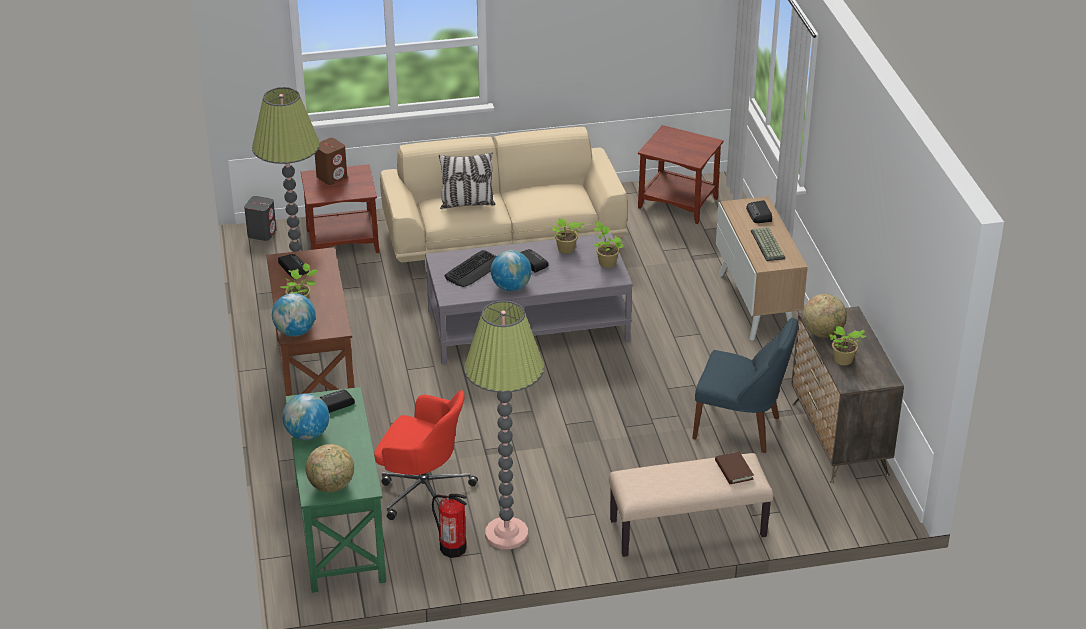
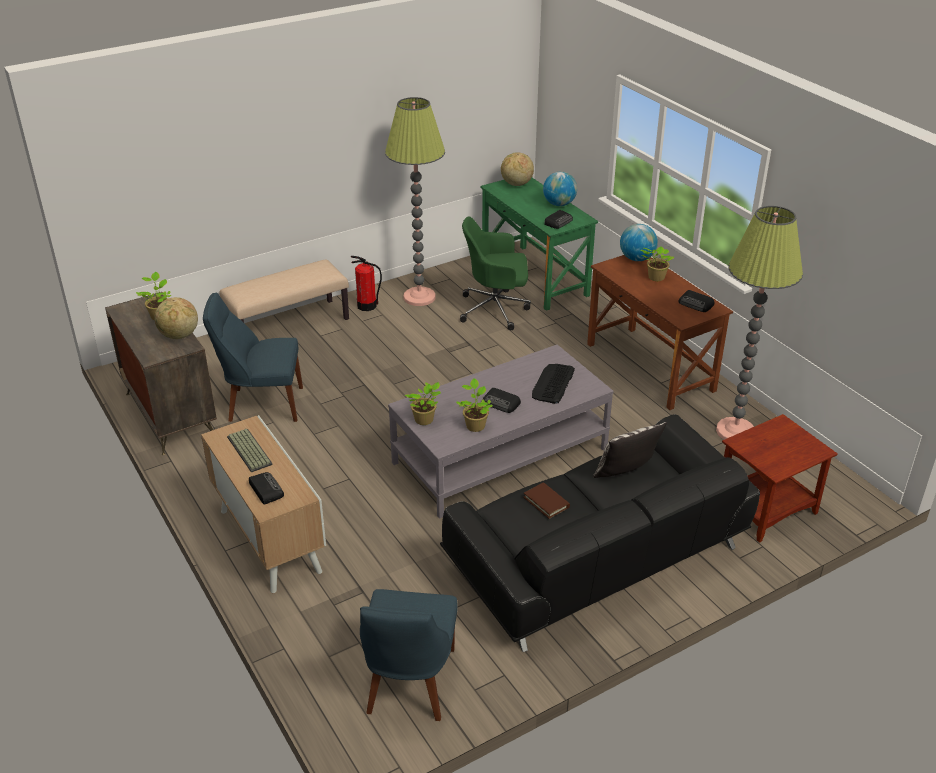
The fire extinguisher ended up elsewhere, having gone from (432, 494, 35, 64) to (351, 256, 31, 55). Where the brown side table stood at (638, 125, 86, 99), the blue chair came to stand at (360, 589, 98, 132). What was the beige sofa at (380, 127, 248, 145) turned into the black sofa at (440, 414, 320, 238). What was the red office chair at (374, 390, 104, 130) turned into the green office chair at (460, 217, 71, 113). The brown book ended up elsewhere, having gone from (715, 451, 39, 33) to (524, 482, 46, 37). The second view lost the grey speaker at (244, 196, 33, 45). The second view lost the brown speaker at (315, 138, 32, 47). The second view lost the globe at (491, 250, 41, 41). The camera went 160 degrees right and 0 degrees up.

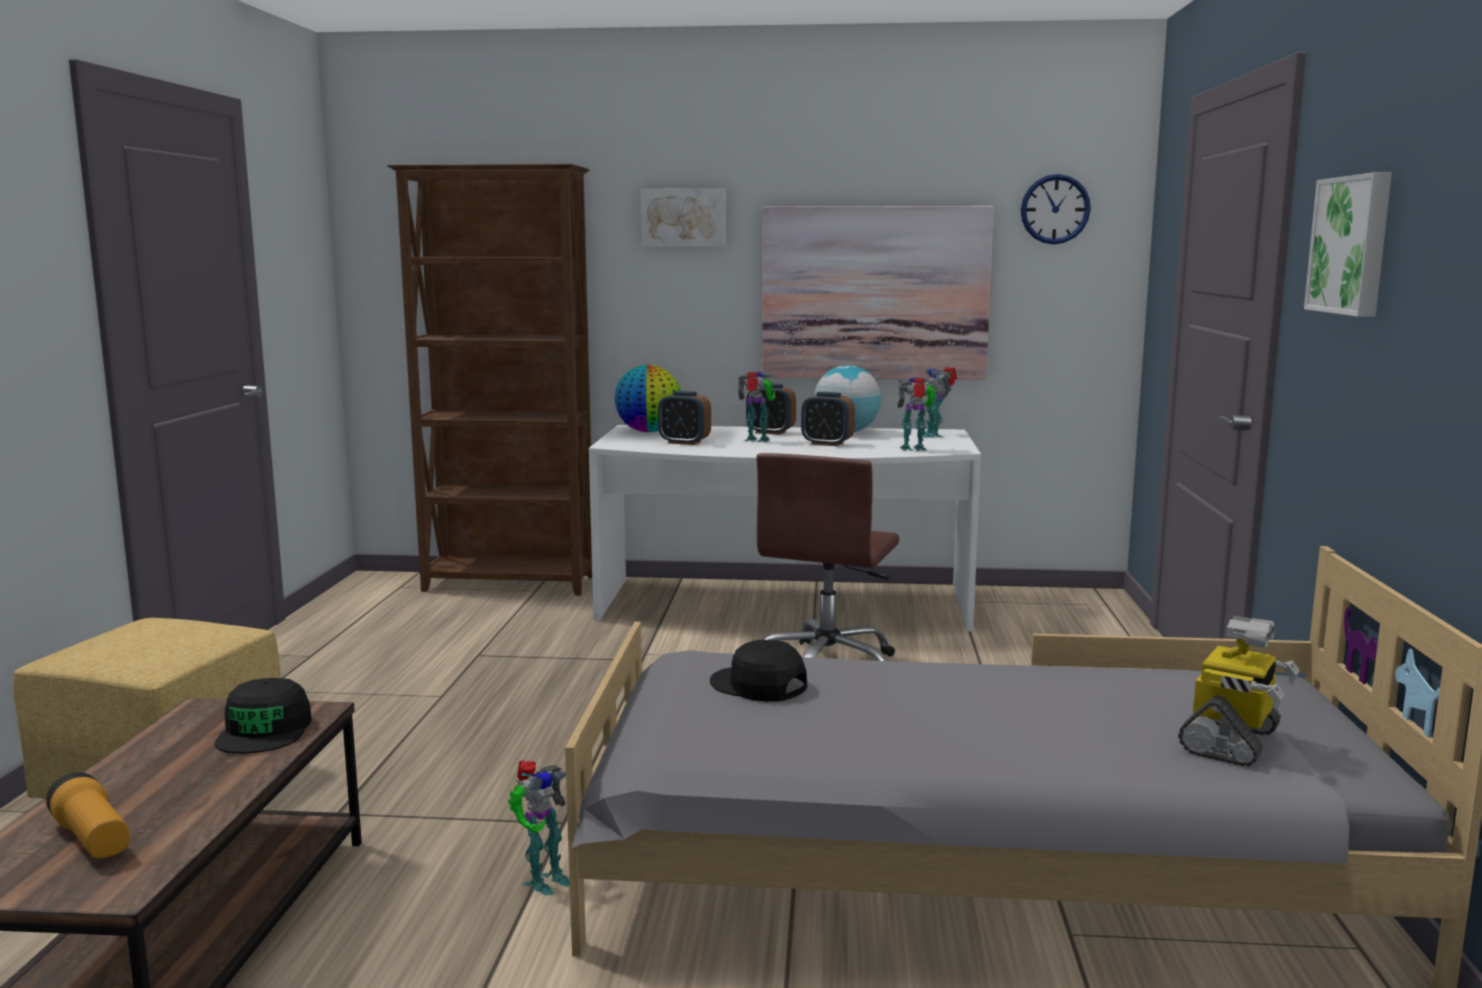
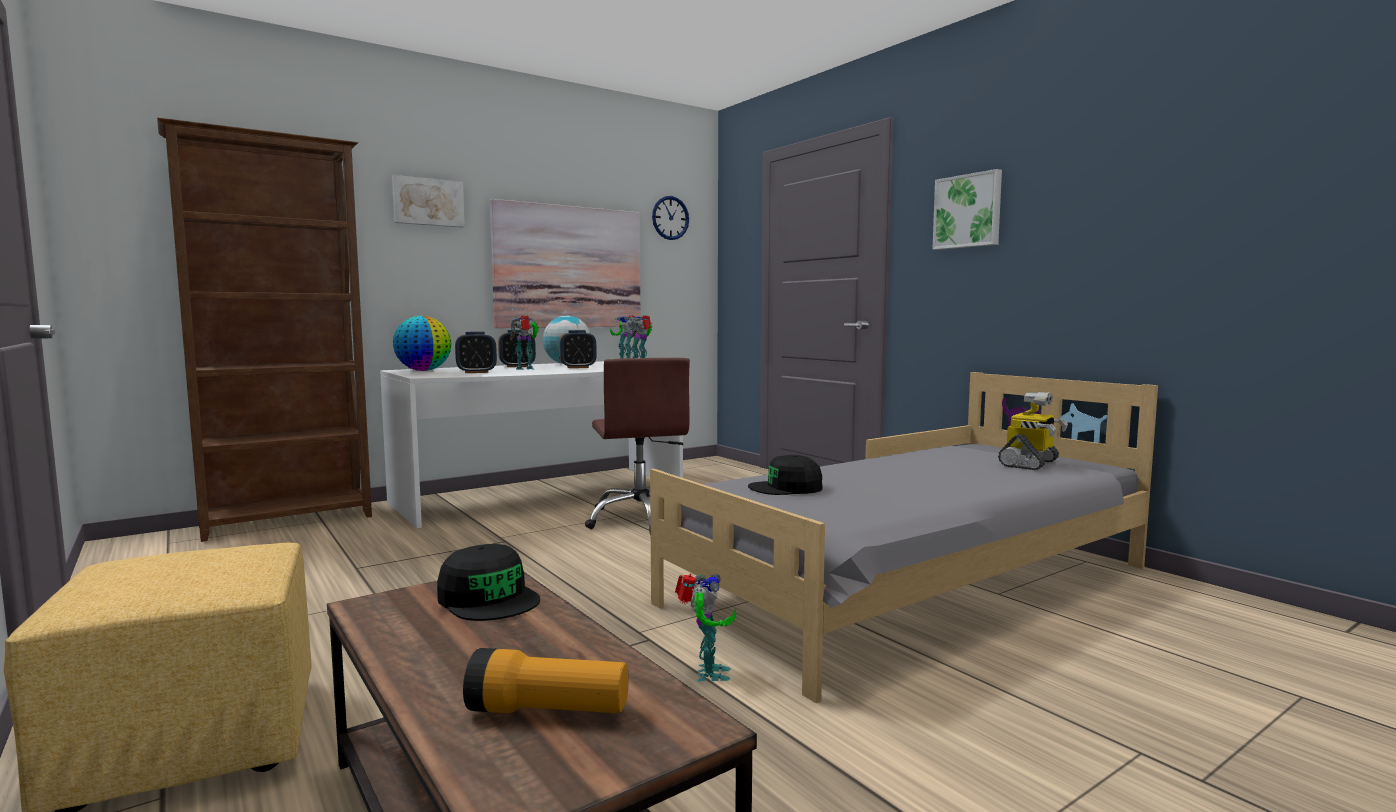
The toy robot at (1178, 615, 121, 152) ended up facing another way, 45 degrees clockwise from before. The camera went 40 degrees left and 5 degrees down.

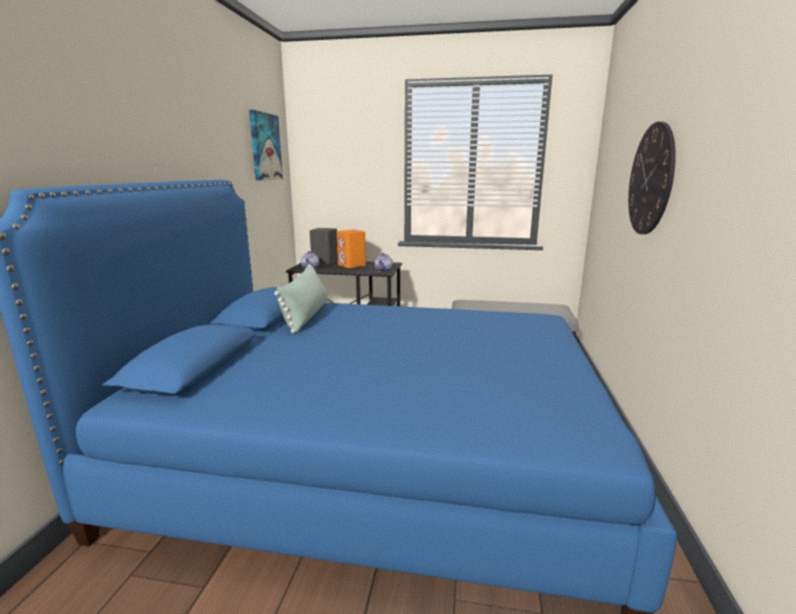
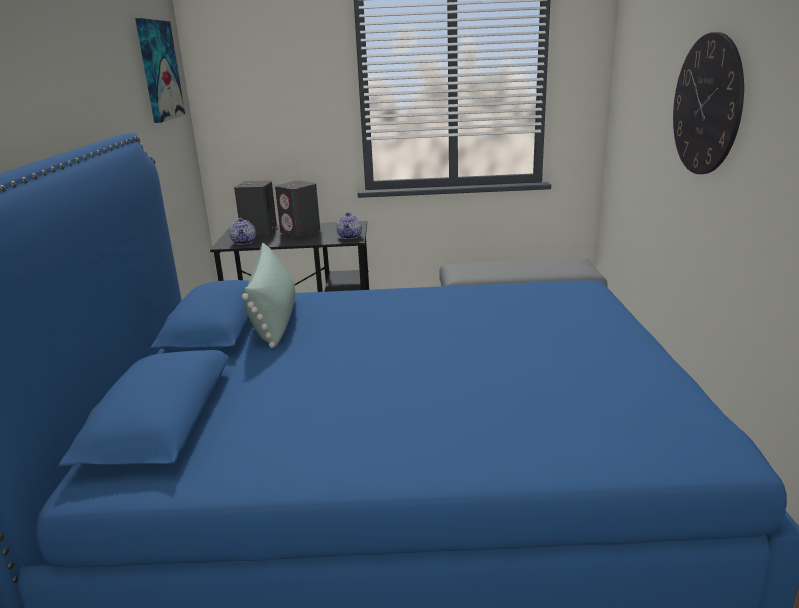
What was the orange speaker at (337, 230, 29, 38) turned into the grey speaker at (275, 181, 45, 56). The camera went 10 degrees left and 5 degrees up.

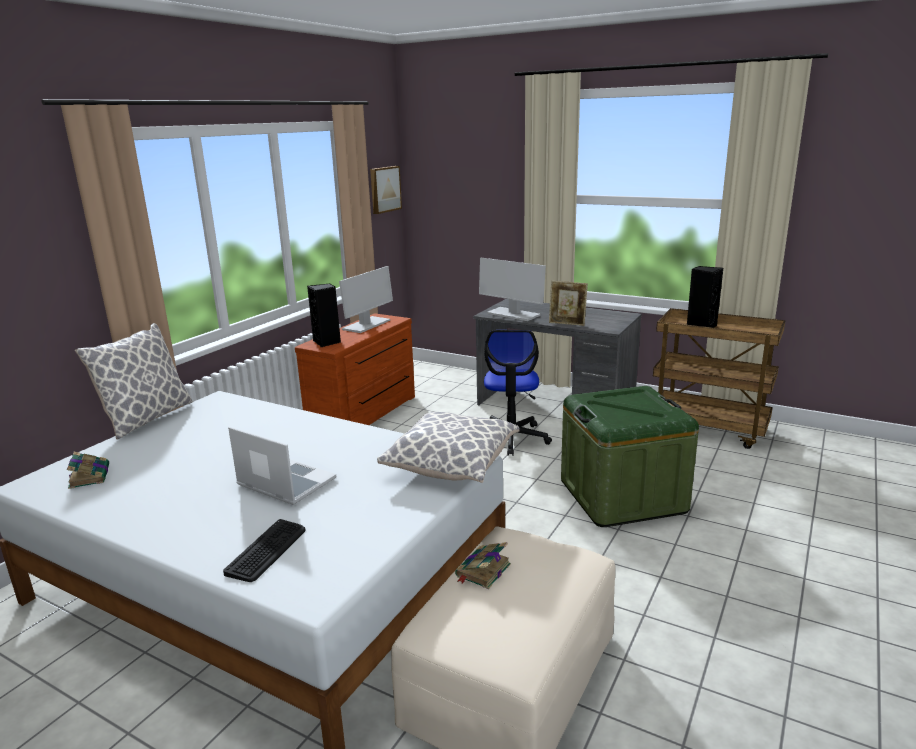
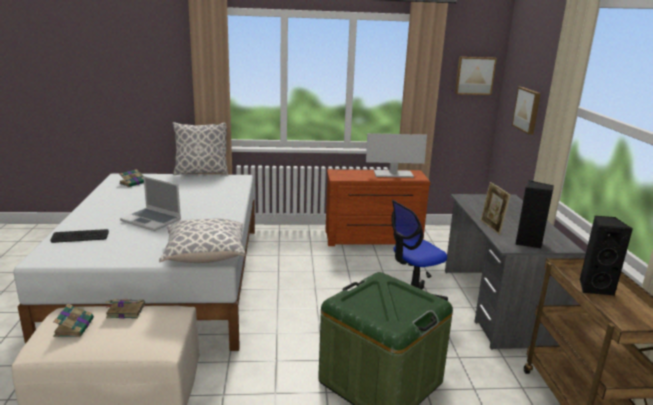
The second view gained the book at (53, 304, 41, 33). The laptop at (228, 427, 108, 78) ended up facing another way, 120 degrees clockwise from before. The second view gained the picture at (512, 87, 29, 48). The black speaker ended up elsewhere, having gone from (307, 283, 34, 64) to (515, 180, 39, 68). The second view lost the monitor at (479, 258, 67, 63). The camera went 55 degrees right and 0 degrees up.

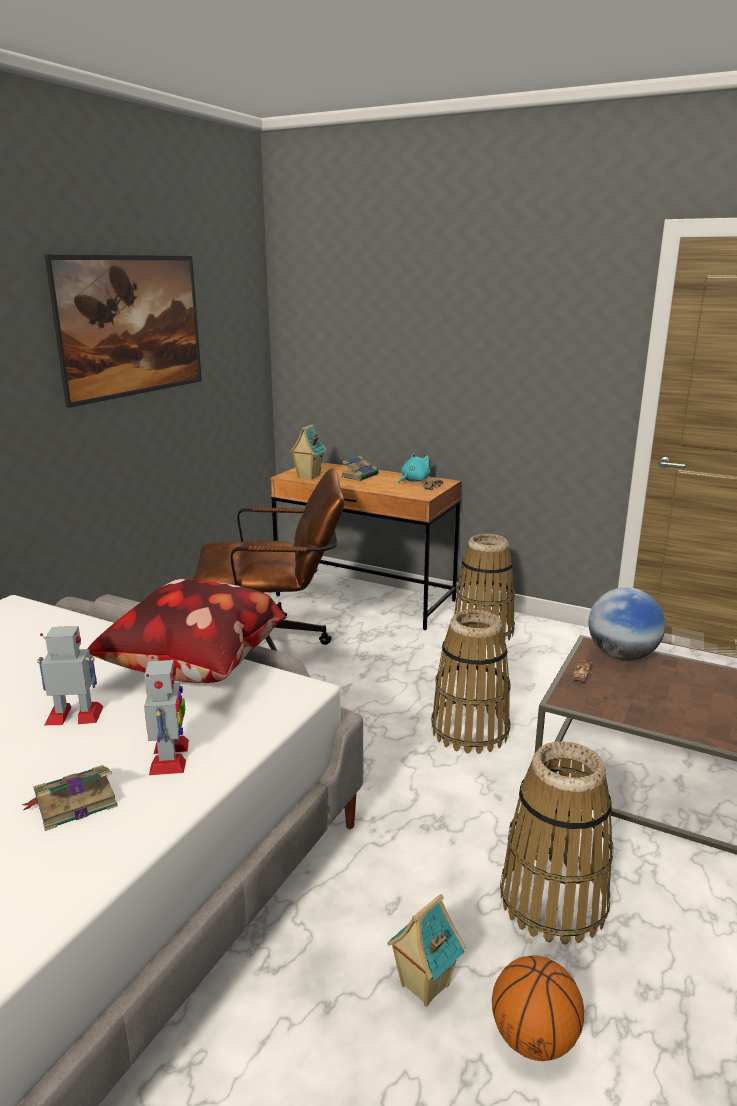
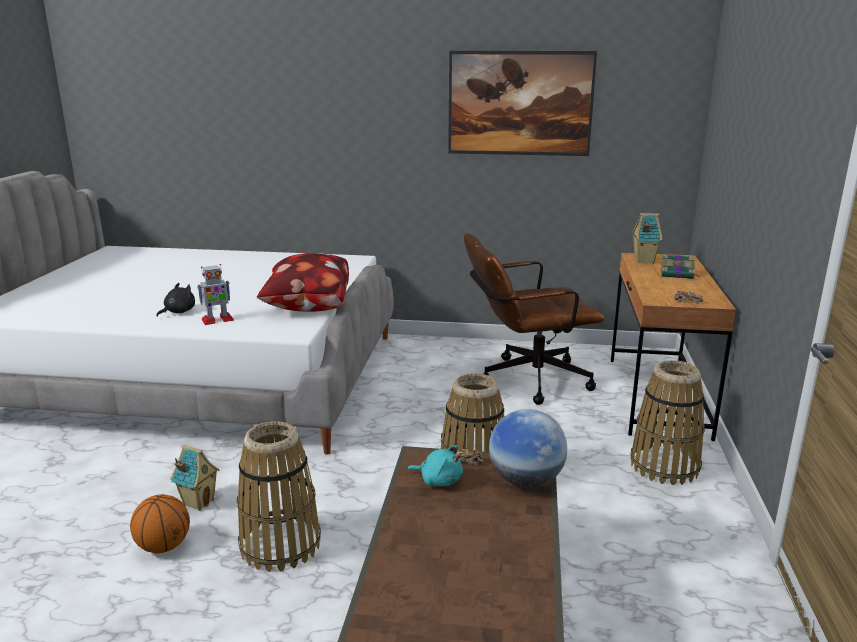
Where the book stood at (22, 765, 96, 66), the black plush toy came to stand at (156, 283, 39, 34). The turquoise plush toy ended up elsewhere, having gone from (398, 453, 32, 30) to (407, 445, 56, 41). The brown office chair at (193, 468, 151, 183) ended up facing another way, 105 degrees clockwise from before. The second view lost the toy robot at (37, 626, 67, 99). The camera went 70 degrees right and 0 degrees up.

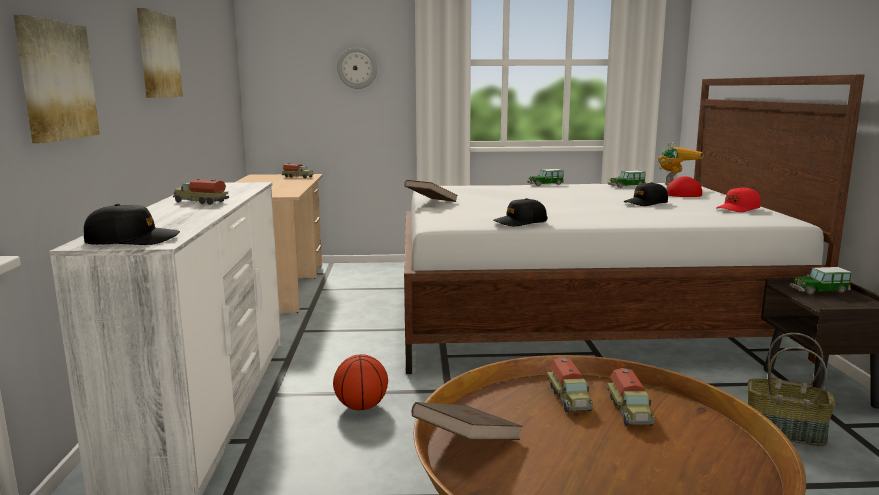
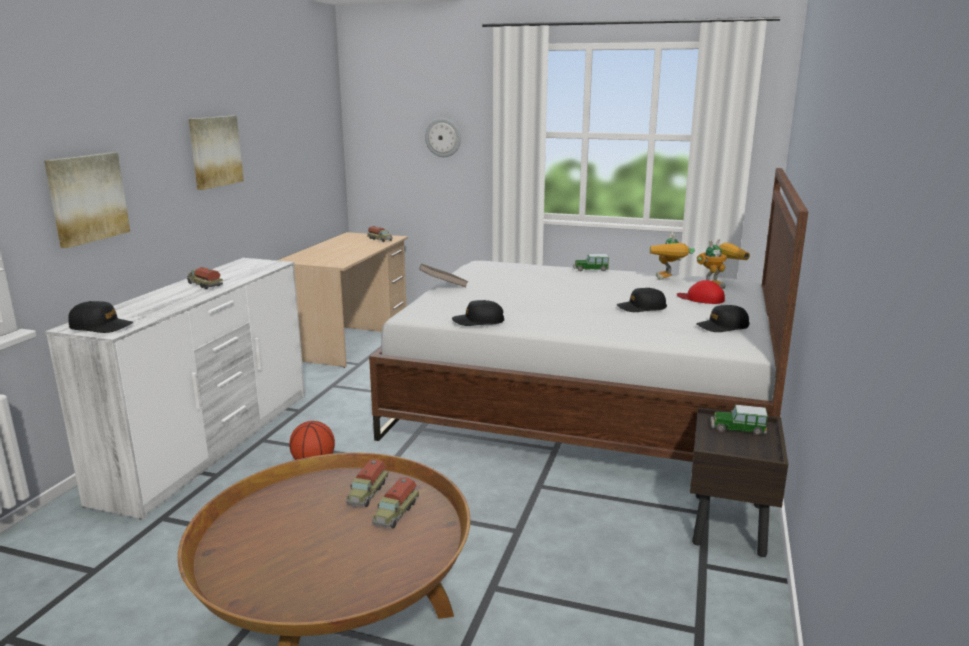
Where the toy car stood at (608, 170, 38, 18), the toy robot came to stand at (650, 232, 45, 48). What was the red cap at (716, 187, 44, 25) turned into the black cap at (696, 305, 54, 27). The second view lost the brown book at (412, 402, 111, 38). The second view lost the basket at (747, 333, 88, 113). The camera went 20 degrees right and 5 degrees up.

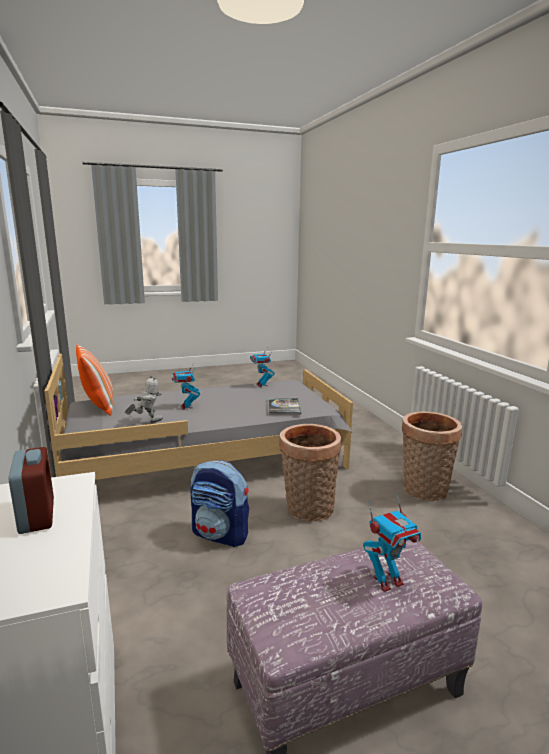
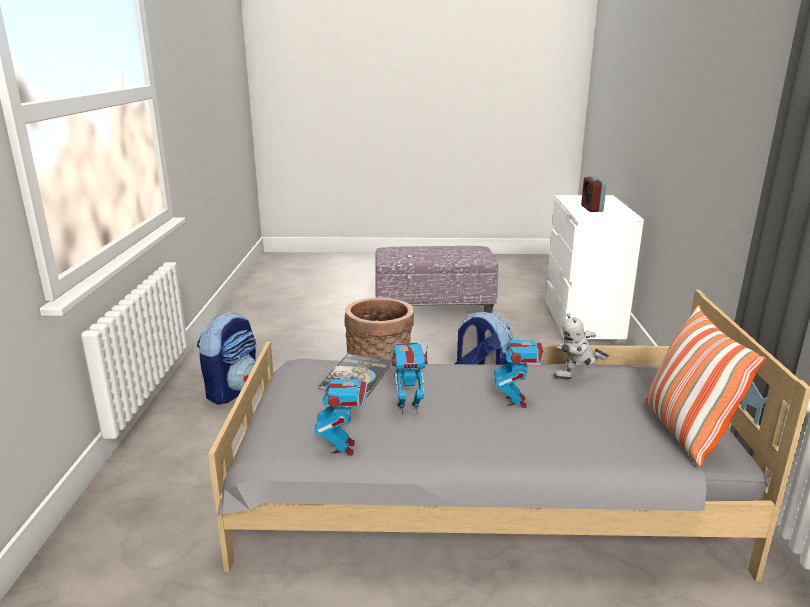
Where the basket stood at (402, 411, 60, 90), the backpack came to stand at (197, 312, 60, 92). The toy robot ended up elsewhere, having gone from (363, 493, 58, 99) to (392, 342, 36, 73). The camera went 160 degrees left and 5 degrees up.

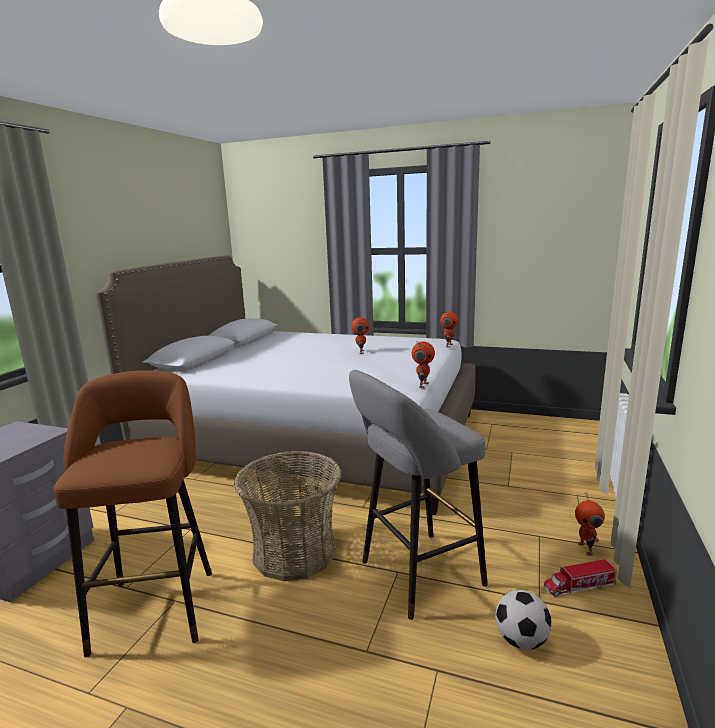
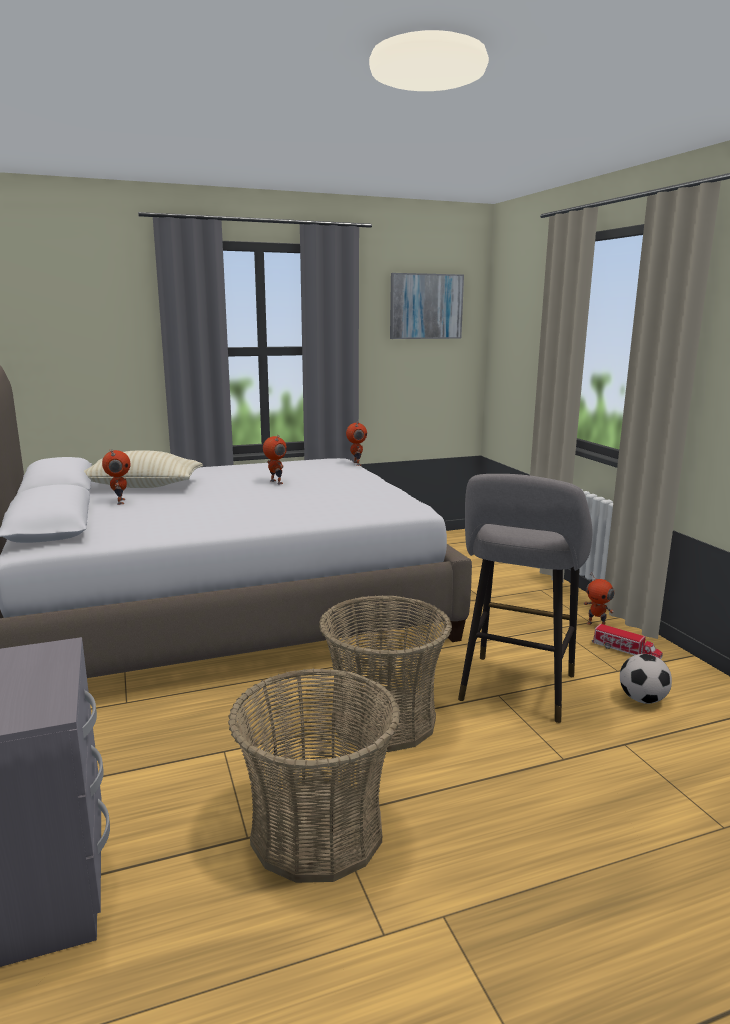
The second view gained the beige pillow at (84, 450, 119, 38). The toy robot ended up elsewhere, having gone from (412, 341, 23, 47) to (102, 449, 29, 56). Where the brown stool stood at (53, 370, 159, 287), the basket came to stand at (228, 668, 172, 215). The second view gained the picture at (390, 273, 74, 66). The toy truck at (544, 559, 73, 38) ended up facing another way, 90 degrees counterclockwise from before. The camera went 40 degrees left and 0 degrees up.

